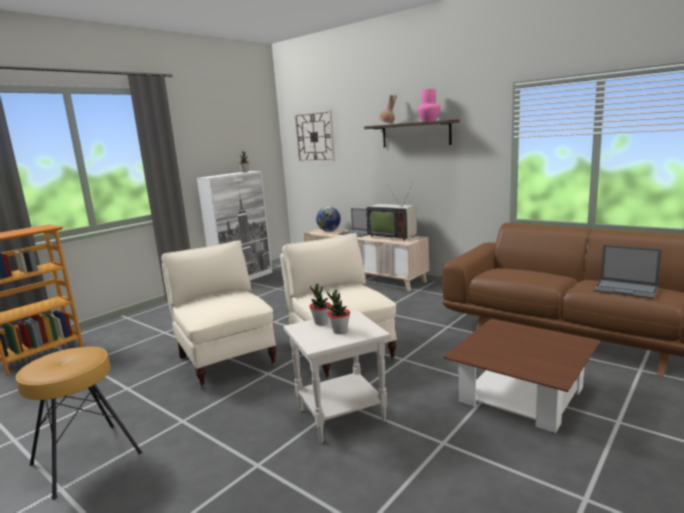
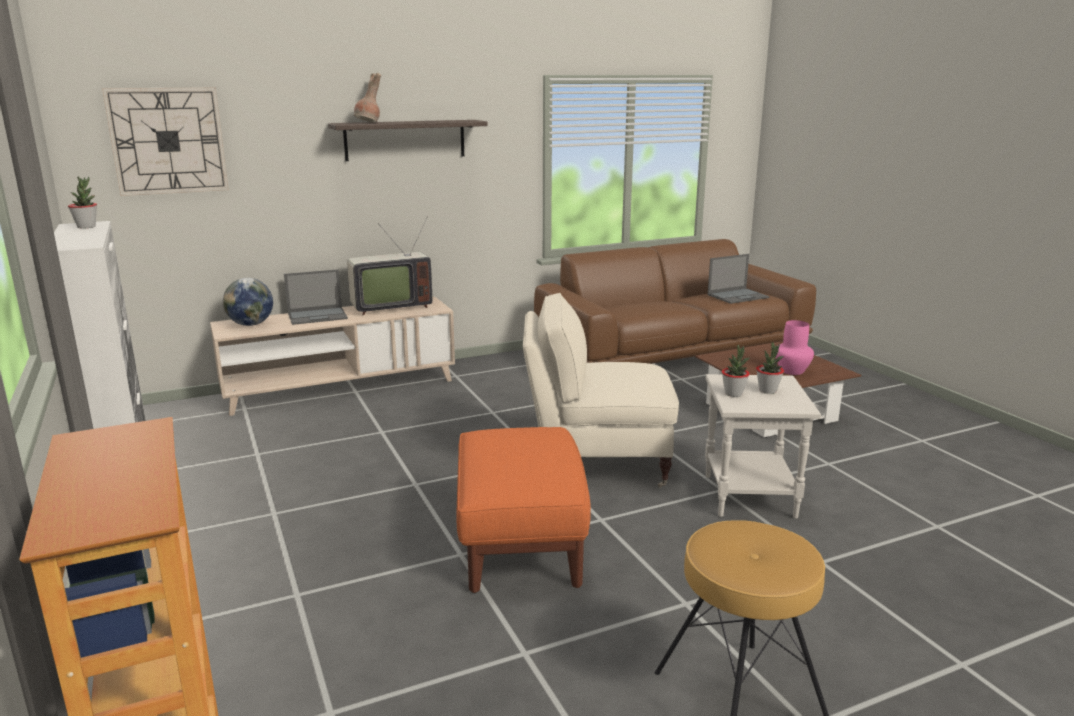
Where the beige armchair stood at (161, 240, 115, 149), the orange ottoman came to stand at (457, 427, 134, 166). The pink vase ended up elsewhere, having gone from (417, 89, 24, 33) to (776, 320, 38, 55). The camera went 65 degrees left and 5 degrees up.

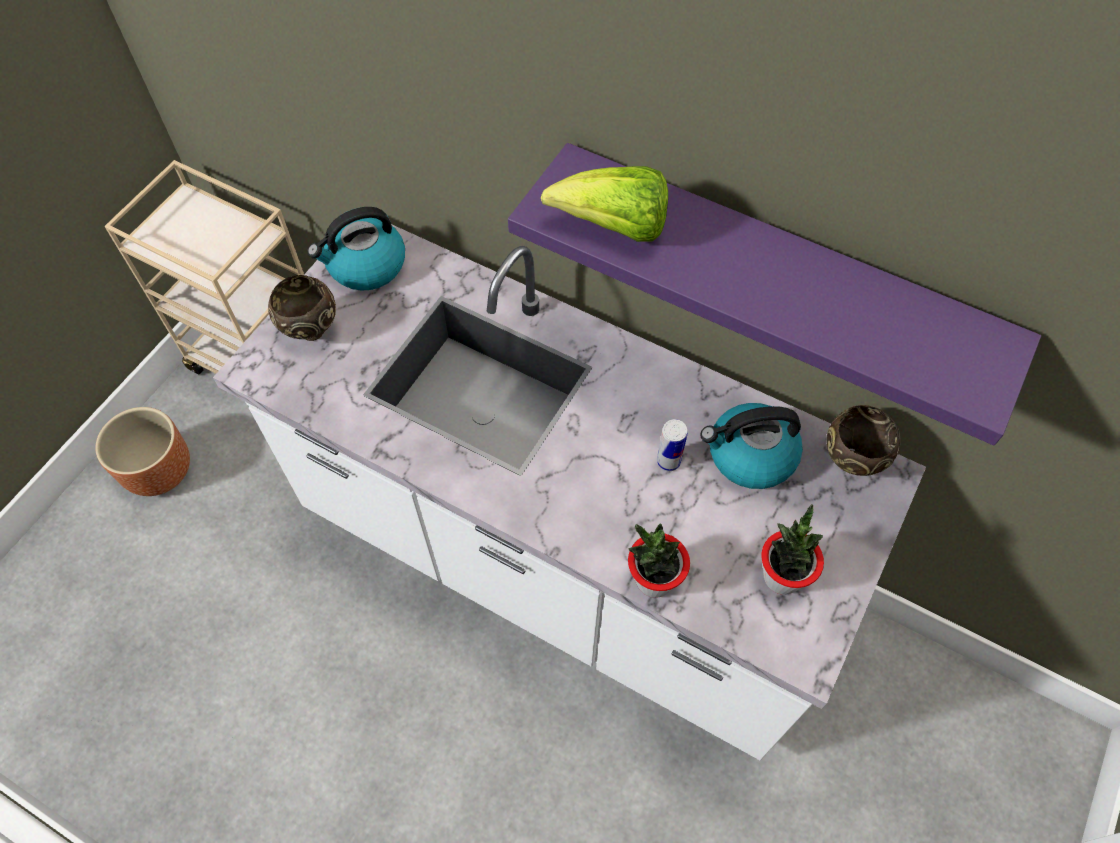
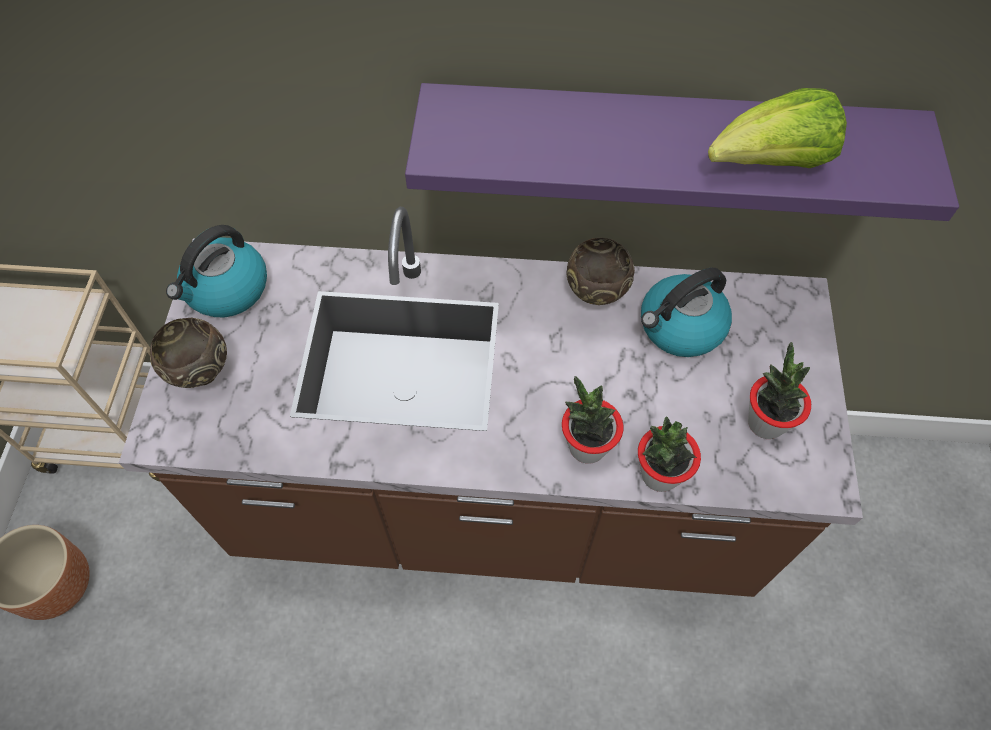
What was the white counter at (213, 224, 713, 536) turned into the brown counter at (119, 207, 744, 390). The second view gained the potted plant at (562, 376, 62, 88). The brown bowl ended up elsewhere, having gone from (826, 405, 74, 71) to (566, 238, 69, 67). The lettuce ended up elsewhere, having gone from (541, 166, 127, 76) to (708, 88, 139, 80). The second view lost the can at (657, 419, 31, 52). The camera went 25 degrees left and 0 degrees up.

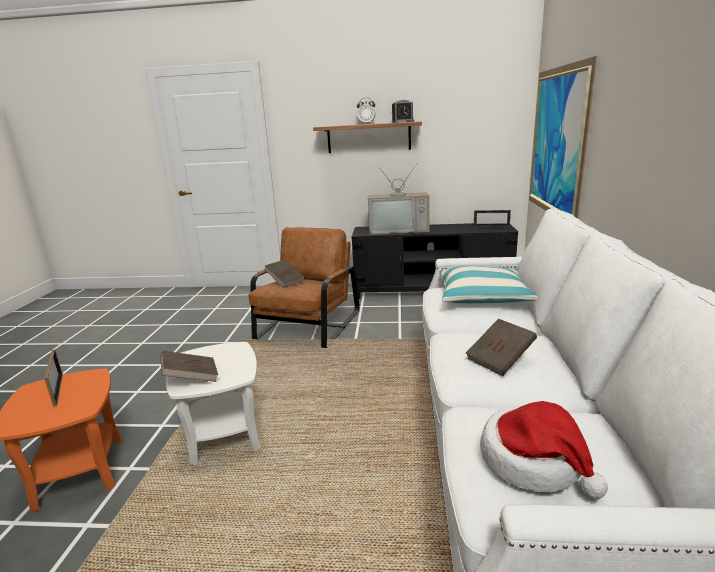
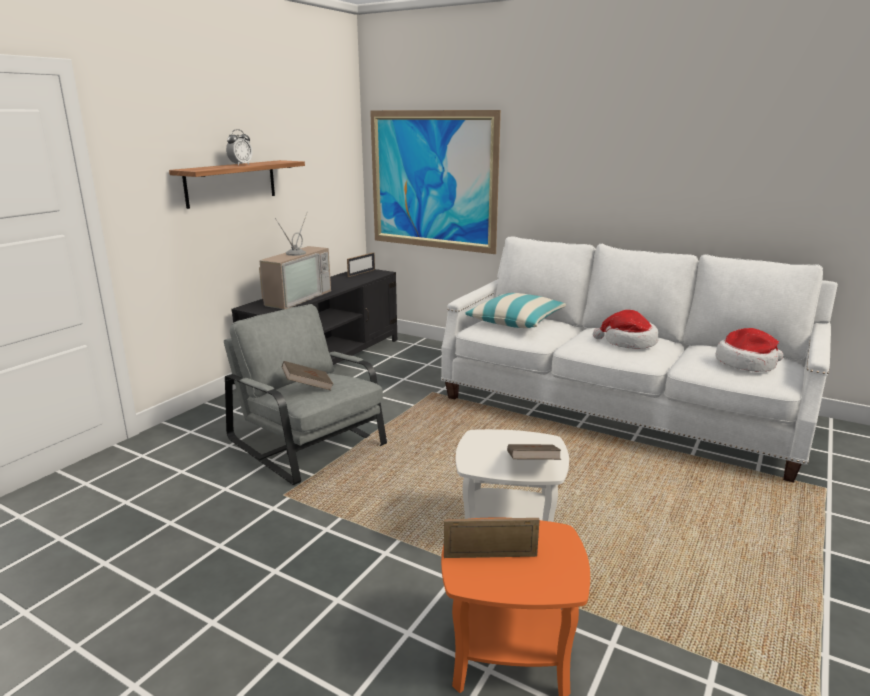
What was the brown armchair at (249, 227, 111, 121) turned into the grey armchair at (224, 304, 163, 181). Where the brown book stood at (466, 319, 71, 57), the hat came to stand at (593, 310, 65, 39). The second view lost the alarm clock at (391, 100, 23, 23). The camera went 65 degrees left and 0 degrees up.

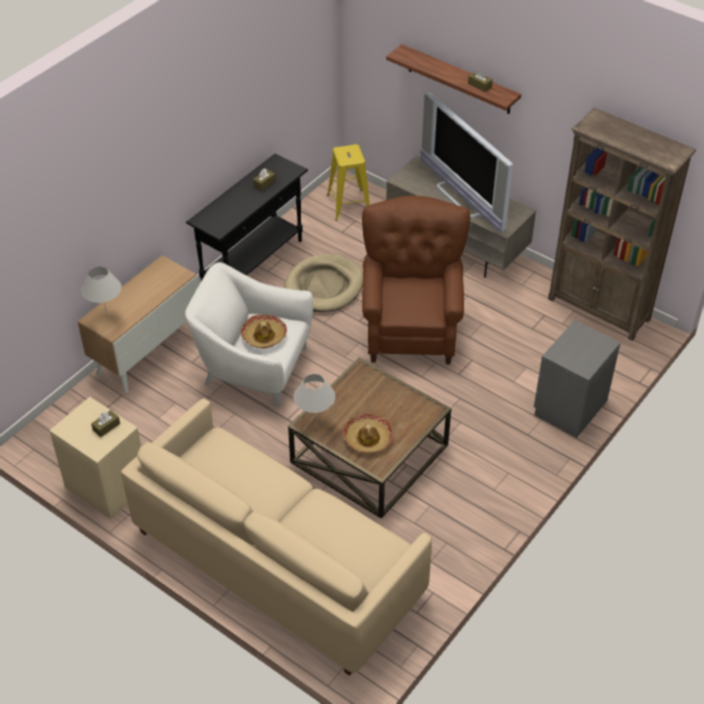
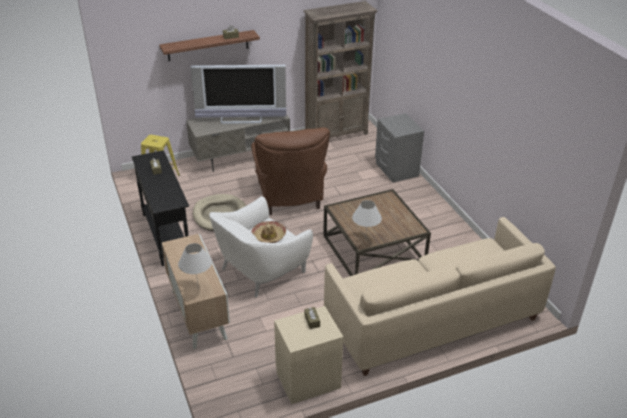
The brown armchair at (362, 196, 108, 168) ended up facing another way, 135 degrees counterclockwise from before. The second view lost the hat at (343, 414, 50, 39). The camera went 60 degrees left and 10 degrees down.

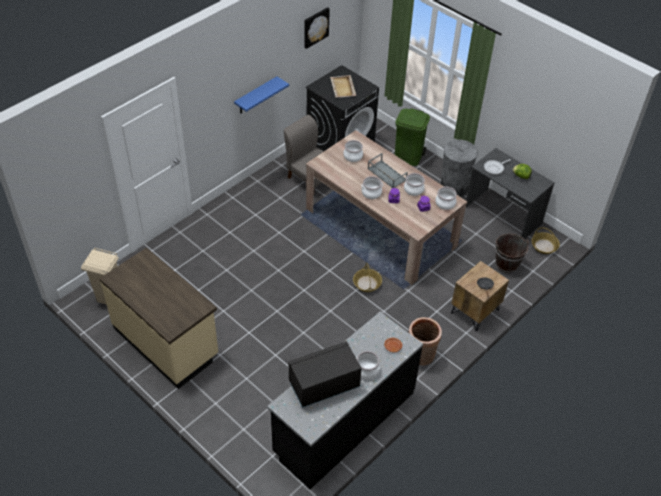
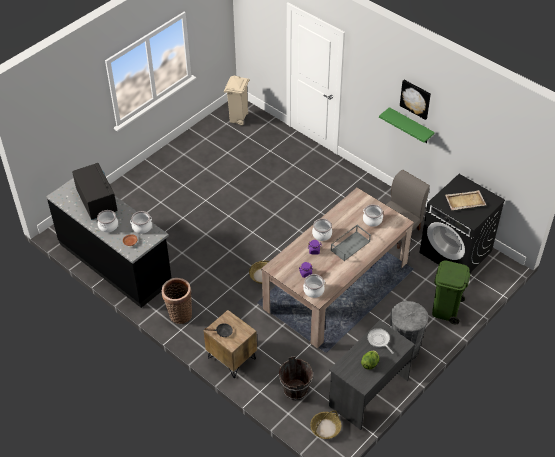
The cooking pot ended up elsewhere, having gone from (404, 173, 21, 23) to (130, 211, 22, 23). What was the blue shelf at (234, 76, 55, 38) turned into the green shelf at (379, 107, 56, 36). The picture ended up elsewhere, having gone from (304, 7, 26, 42) to (400, 80, 31, 40). The second view lost the beige counter at (99, 248, 119, 141). The camera went 90 degrees right and 0 degrees up.

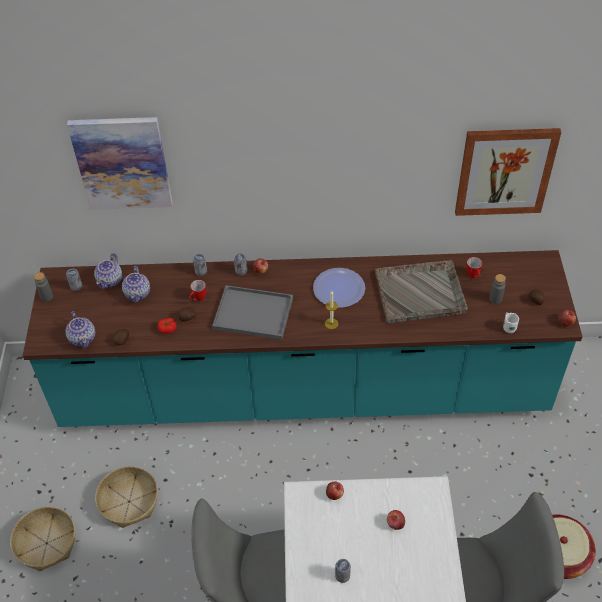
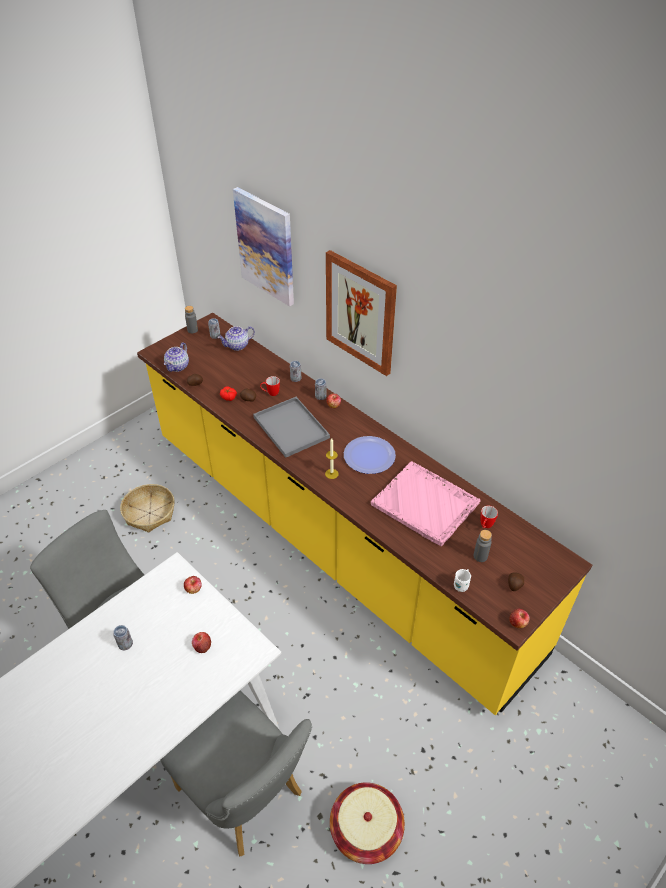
What was the turquoise counter at (22, 250, 561, 177) turned into the yellow counter at (137, 313, 455, 402). The picture ended up elsewhere, having gone from (455, 128, 106, 88) to (326, 250, 71, 126). What was the grey tray at (375, 260, 93, 63) turned into the pink tray at (371, 461, 109, 85). The second view lost the basket at (10, 506, 65, 65). The second view lost the teapot at (122, 266, 28, 37). The camera went 45 degrees right and 5 degrees down.

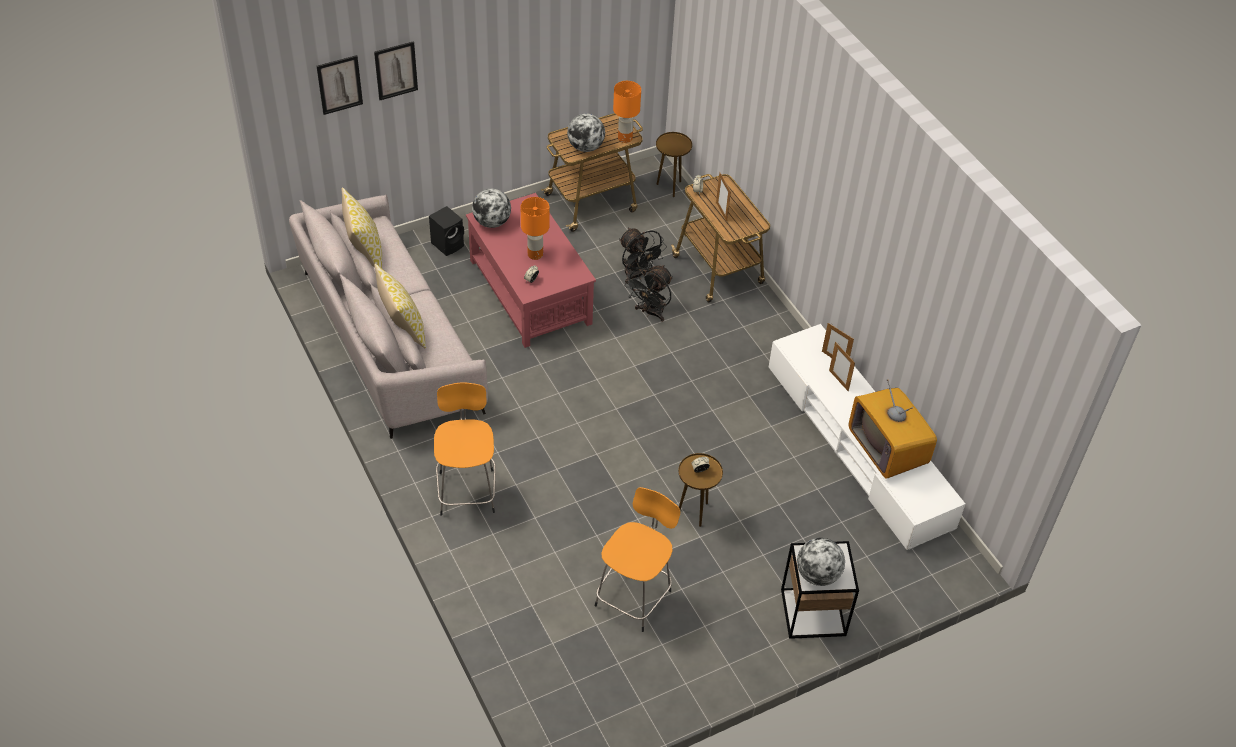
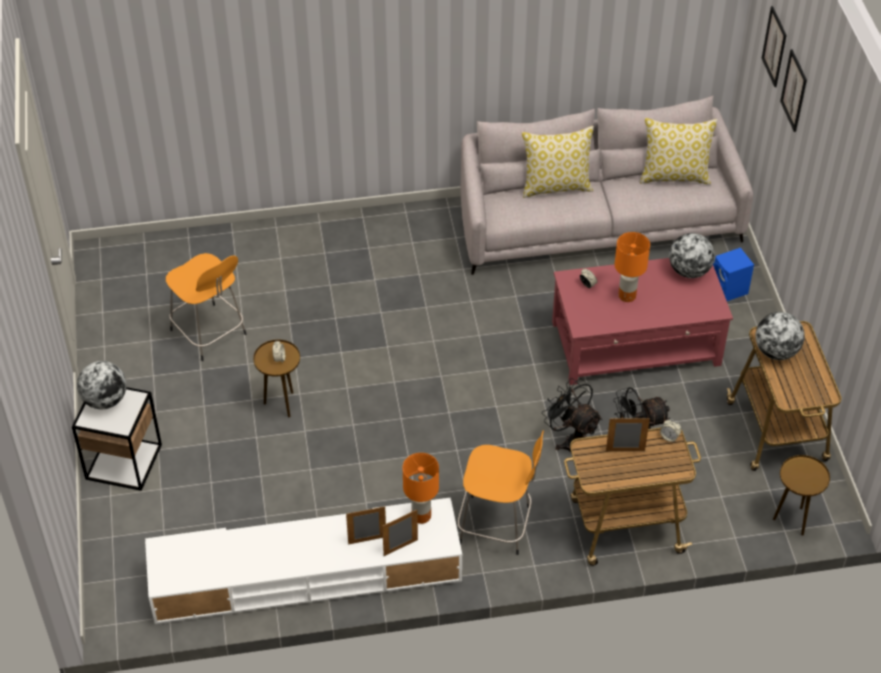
The orange table lamp ended up elsewhere, having gone from (613, 81, 28, 62) to (403, 453, 36, 71). The orange stool ended up elsewhere, having gone from (434, 382, 62, 134) to (458, 430, 86, 125). What was the black speaker at (429, 206, 35, 50) turned into the blue speaker at (713, 248, 41, 53). The second view lost the television at (849, 379, 88, 100). The camera went 110 degrees right and 0 degrees up.

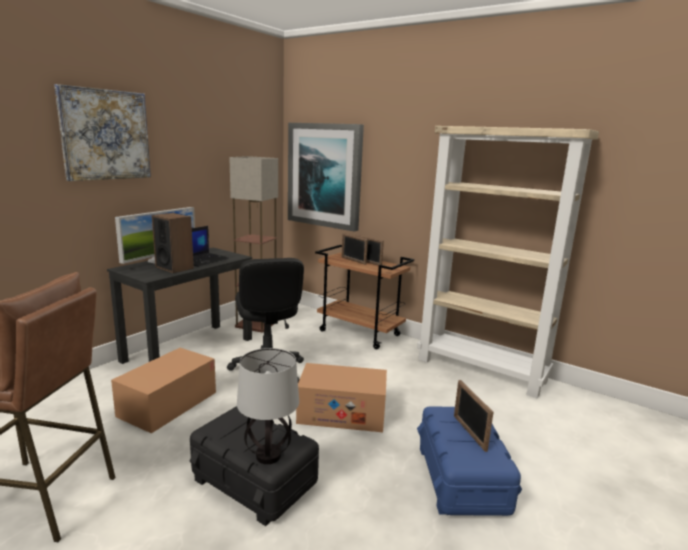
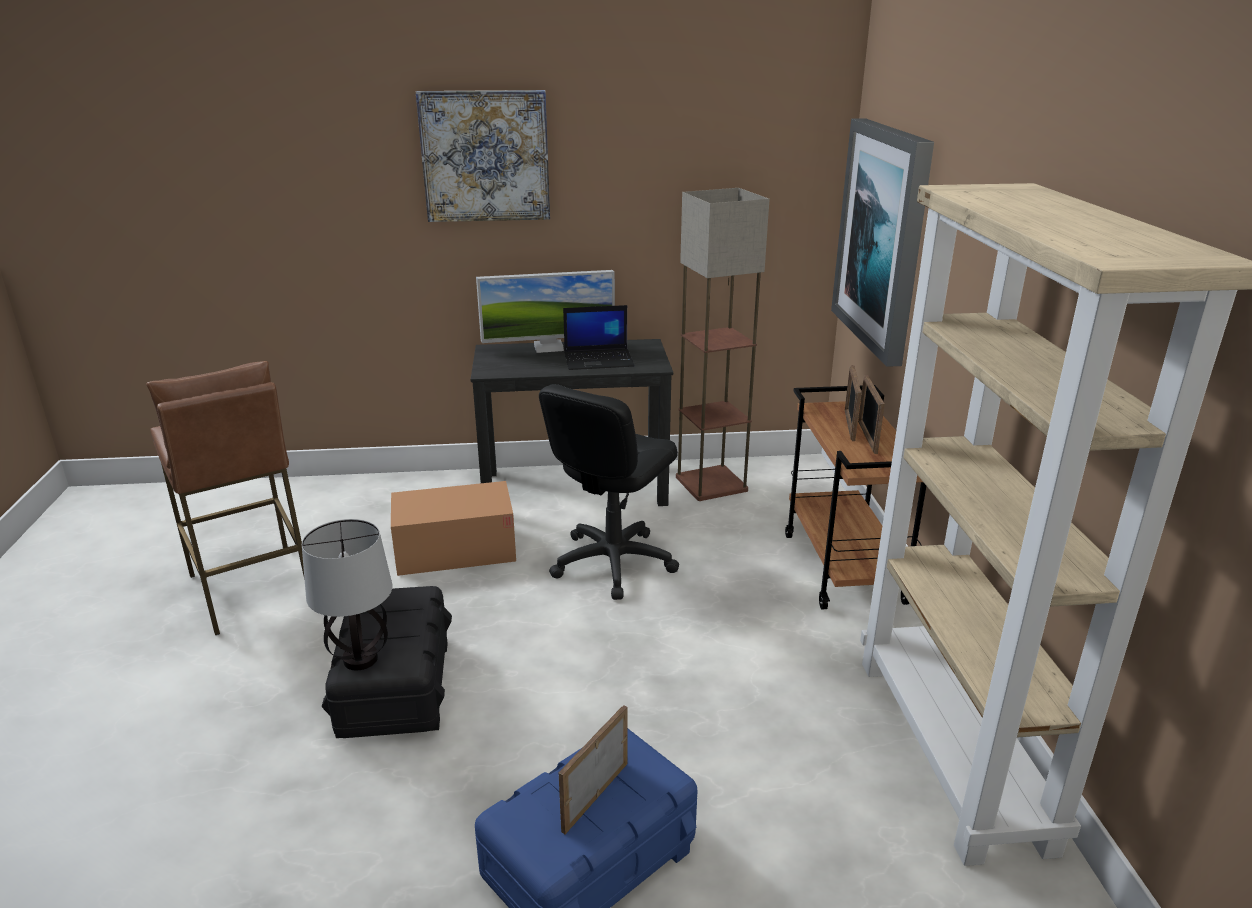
The second view lost the speaker at (152, 213, 42, 60). The second view lost the cardboard box at (296, 363, 91, 69). The camera went 50 degrees right and 10 degrees up.

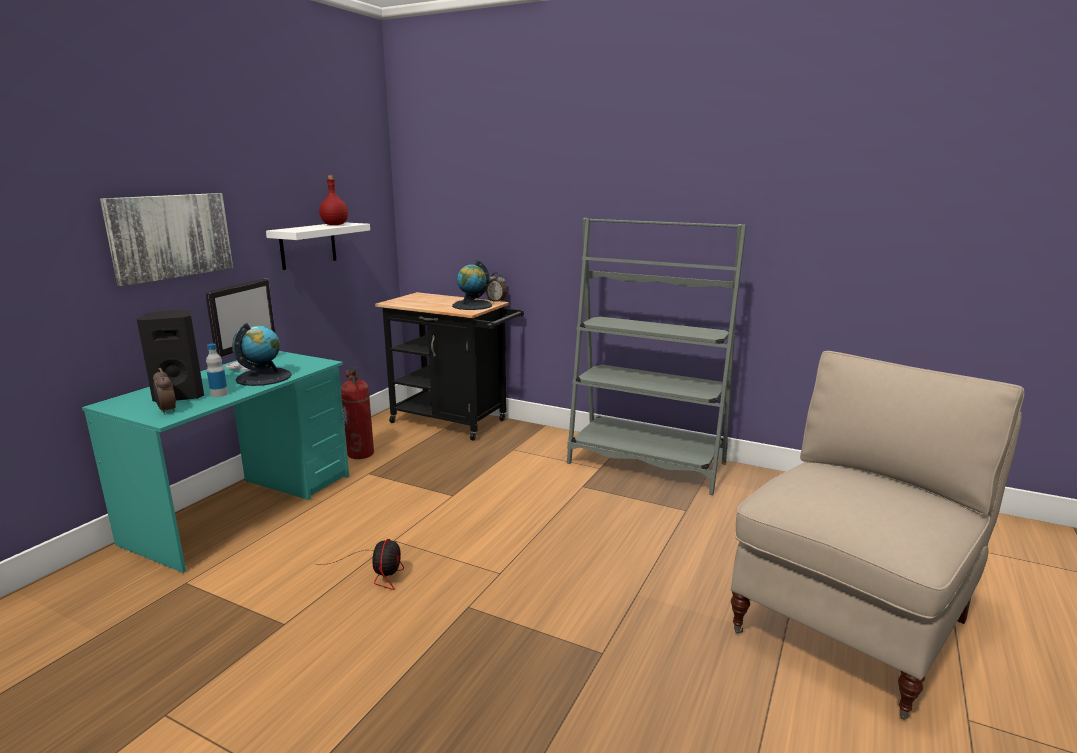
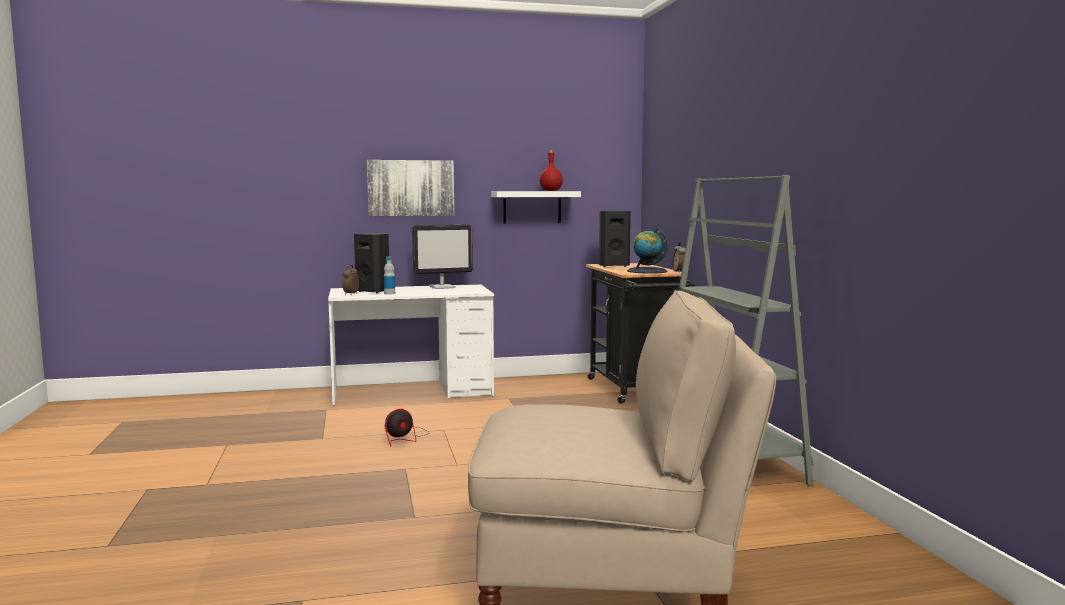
What was the turquoise desk at (82, 351, 267, 222) turned into the white desk at (328, 284, 166, 122). The second view gained the black speaker at (599, 211, 32, 56). The second view lost the globe at (232, 323, 60, 63). The second view lost the fire extinguisher at (341, 368, 33, 91). The camera went 50 degrees right and 10 degrees down.

